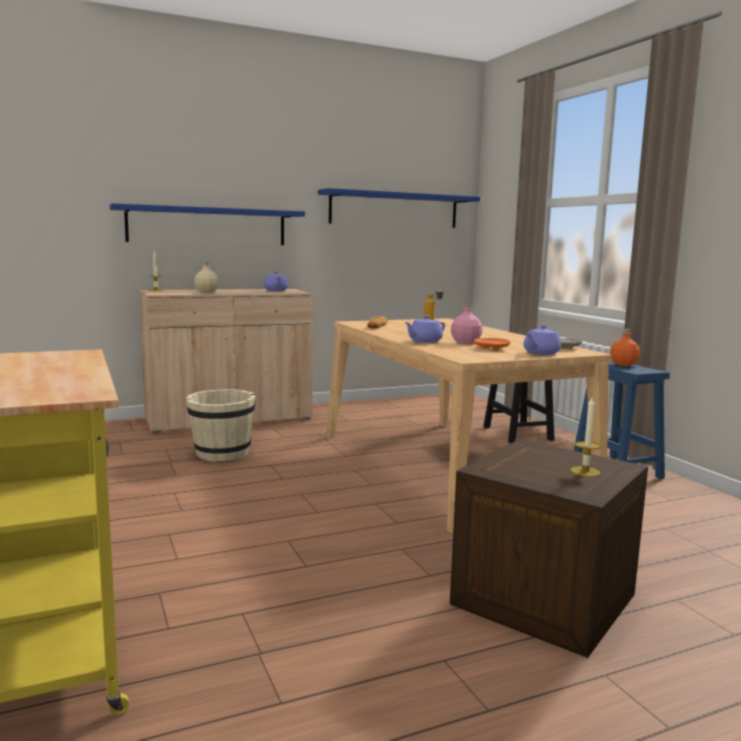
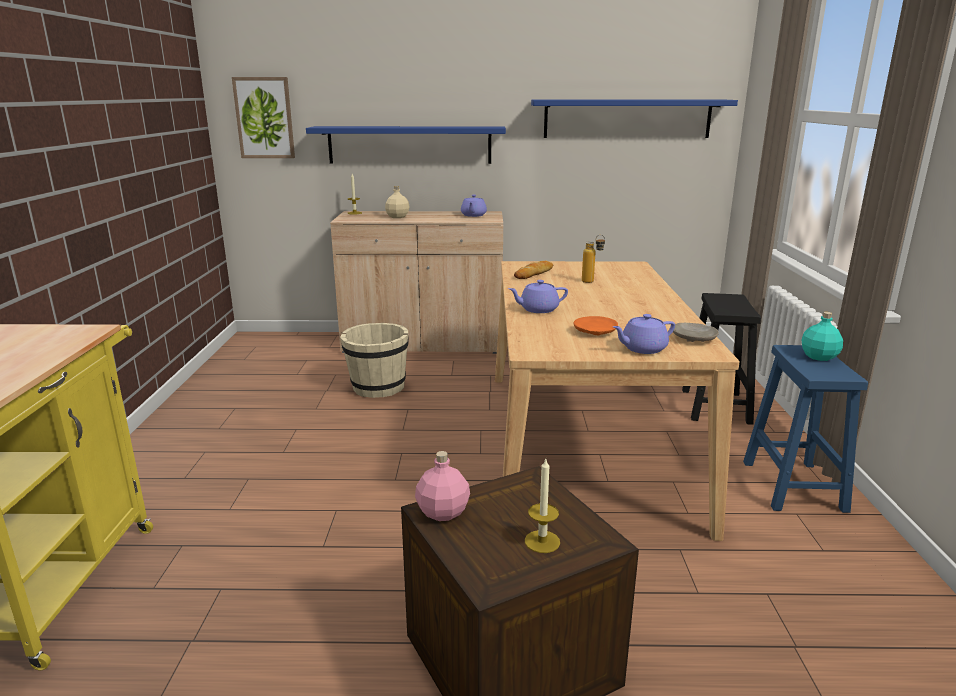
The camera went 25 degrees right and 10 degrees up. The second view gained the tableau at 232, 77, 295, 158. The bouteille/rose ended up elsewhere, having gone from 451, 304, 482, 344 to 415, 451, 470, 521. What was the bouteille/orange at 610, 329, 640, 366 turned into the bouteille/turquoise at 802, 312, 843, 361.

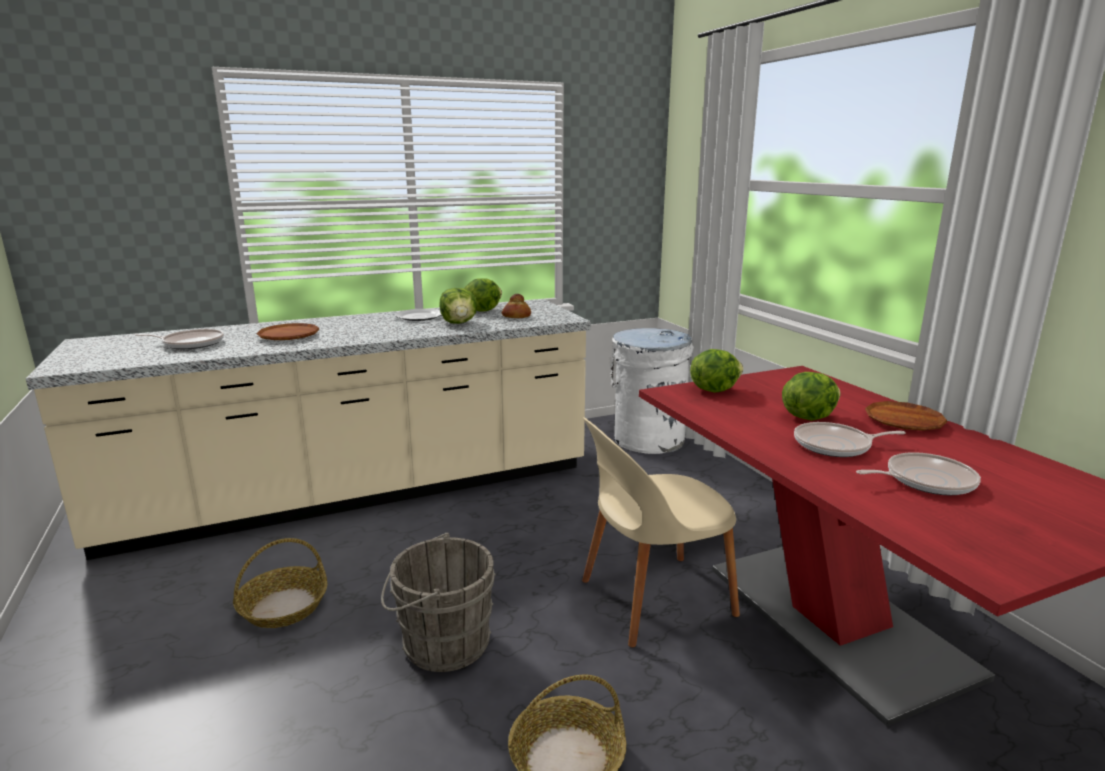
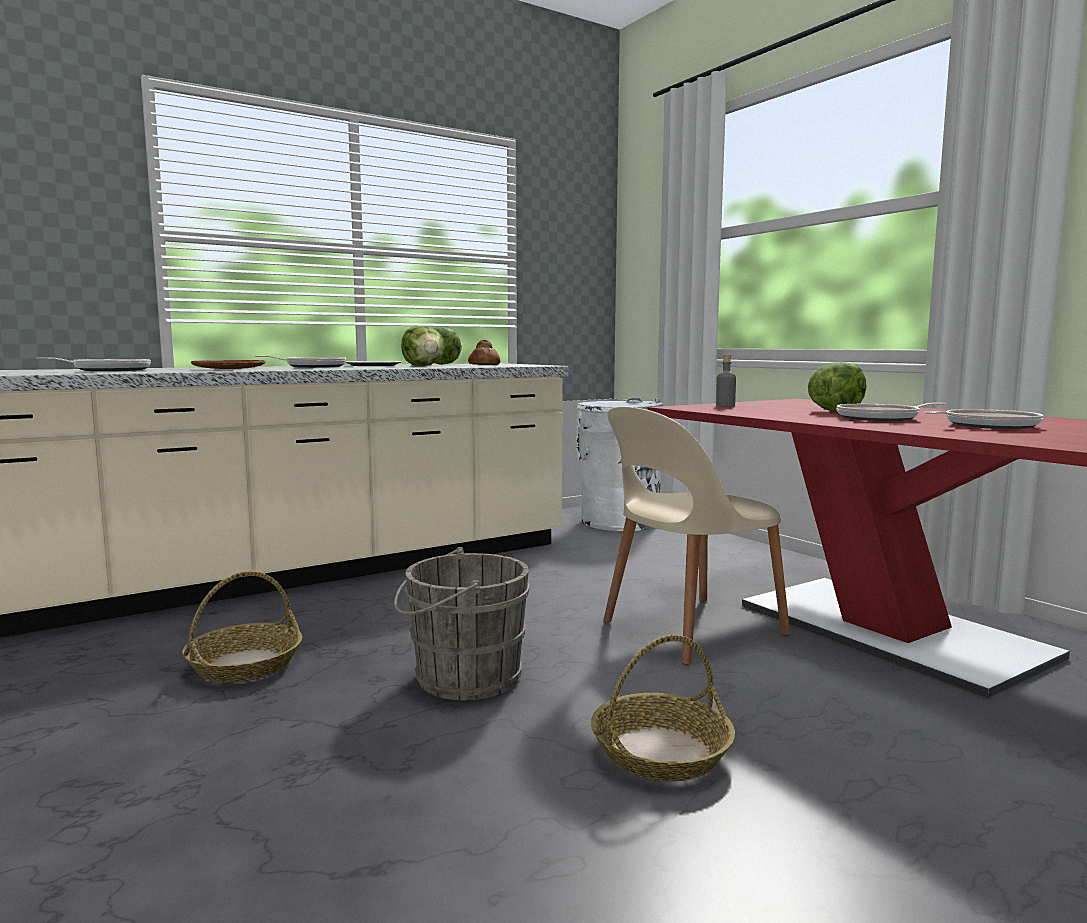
The camera went 10 degrees left and 10 degrees down. The second view gained the poêle at 255, 356, 346, 368. Where the laitue stood at 690, 349, 743, 393, the bouteille/gris came to stand at 716, 355, 736, 406. The second view lost the assiette/marron at 865, 401, 948, 431.

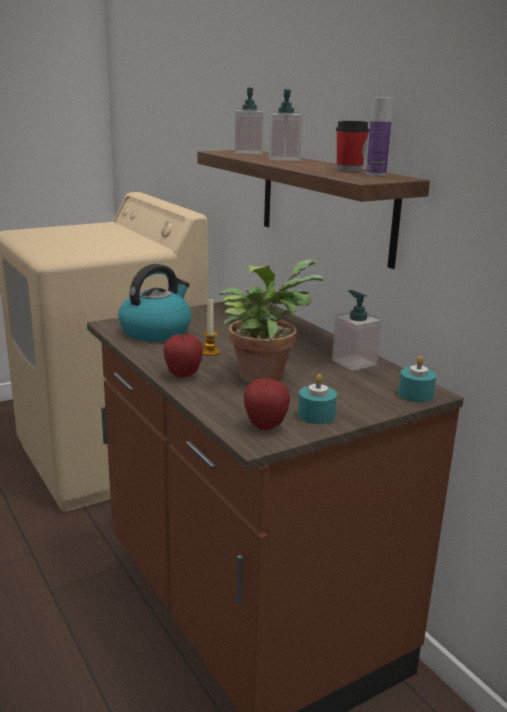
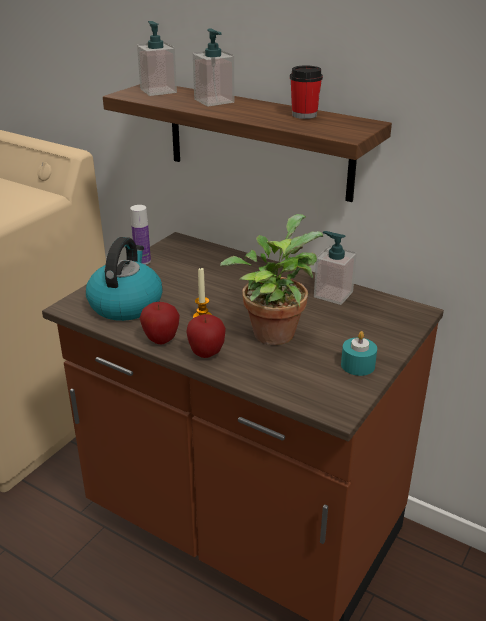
The camera went 25 degrees left and 10 degrees up. The bouteille ended up elsewhere, having gone from 366, 97, 393, 176 to 130, 205, 151, 265. The pomme ended up elsewhere, having gone from 244, 378, 290, 430 to 139, 302, 180, 345. The second view lost the bougie/turquoise at 398, 356, 436, 402.

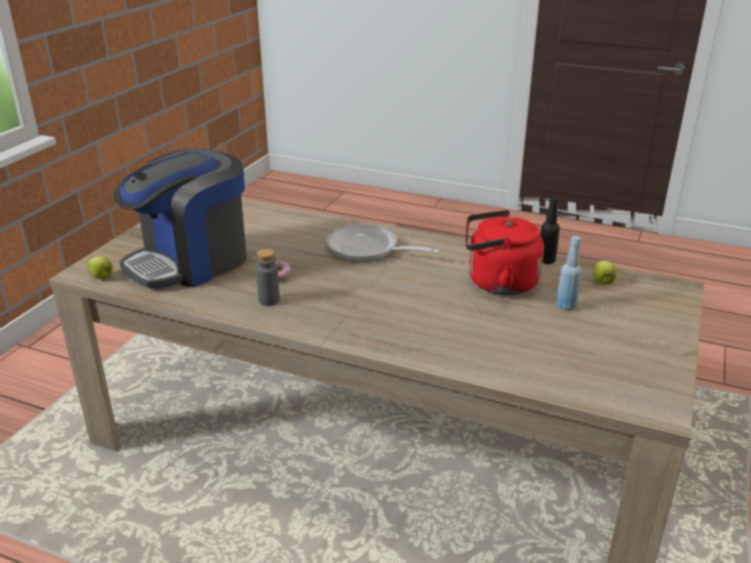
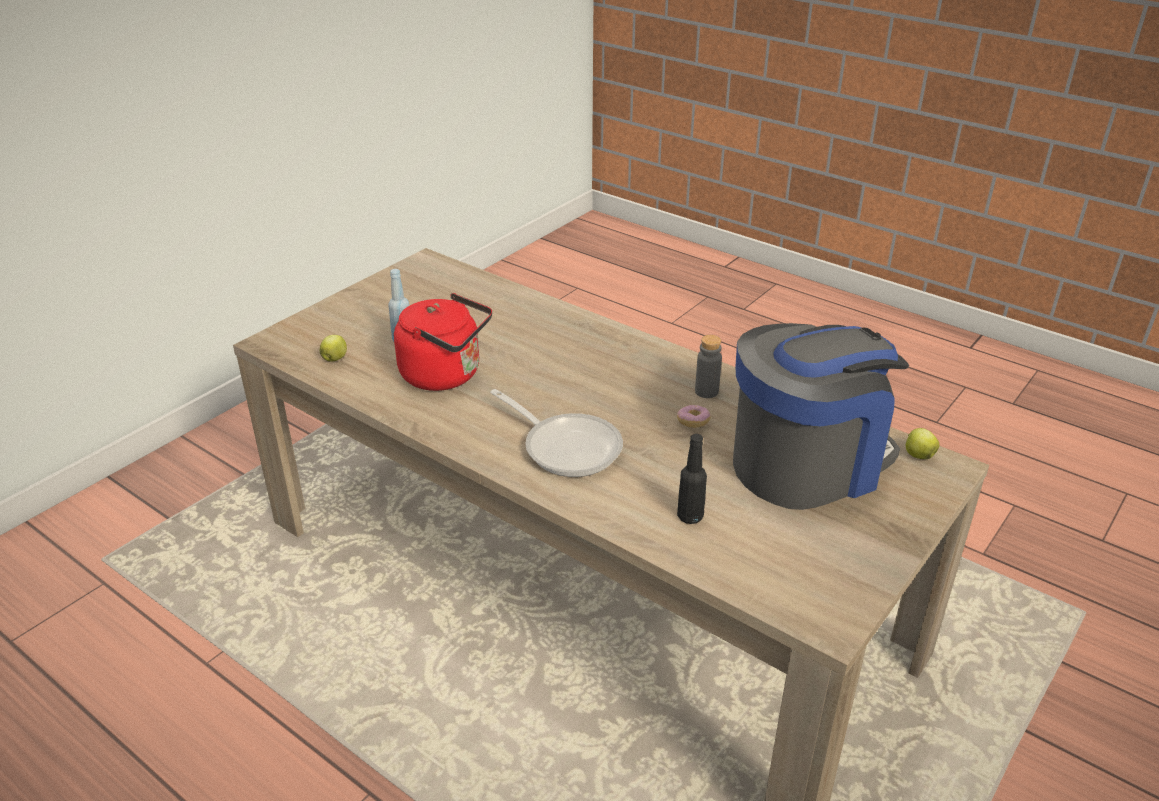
The camera went 165 degrees left and 5 degrees up. The bouteille/noir ended up elsewhere, having gone from 540, 196, 560, 264 to 677, 434, 707, 524.

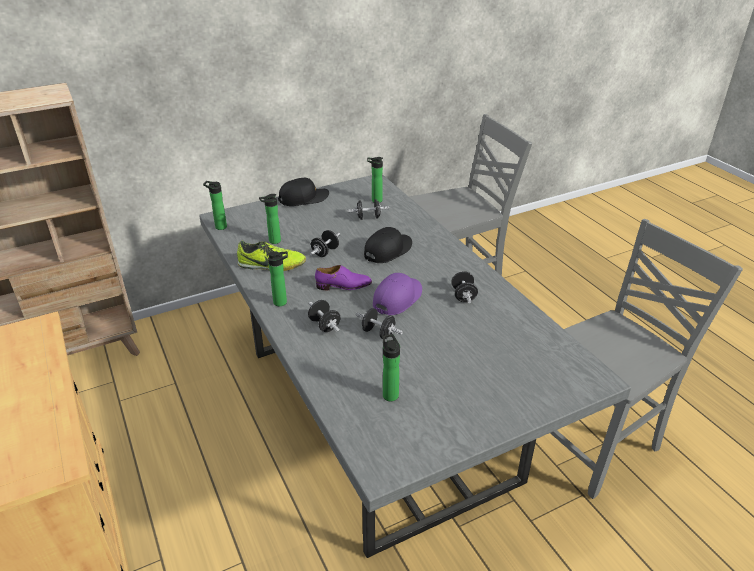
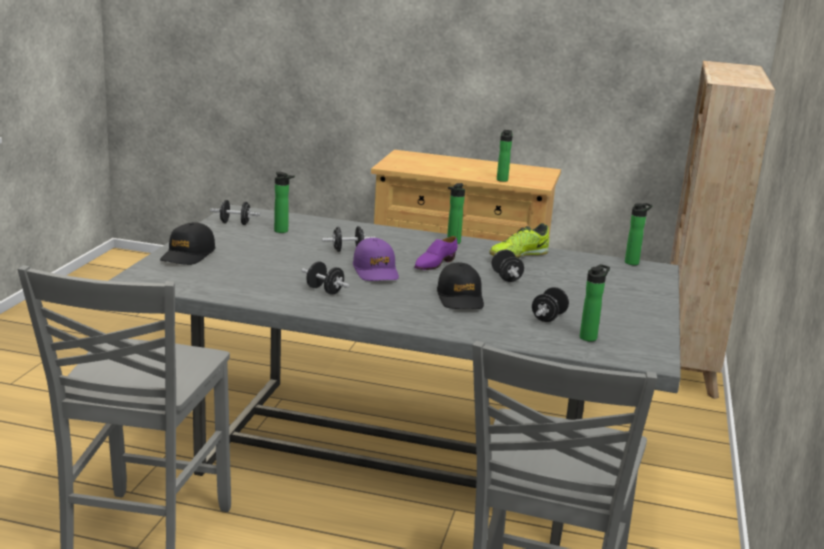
The camera went 130 degrees right and 15 degrees down. The casquette/noir ended up elsewhere, having gone from 278, 178, 329, 206 to 160, 222, 215, 265. The haltère/noir ended up elsewhere, having gone from 308, 300, 341, 332 to 210, 200, 261, 225. The bouteille ended up elsewhere, having gone from 259, 194, 281, 244 to 497, 130, 513, 182.

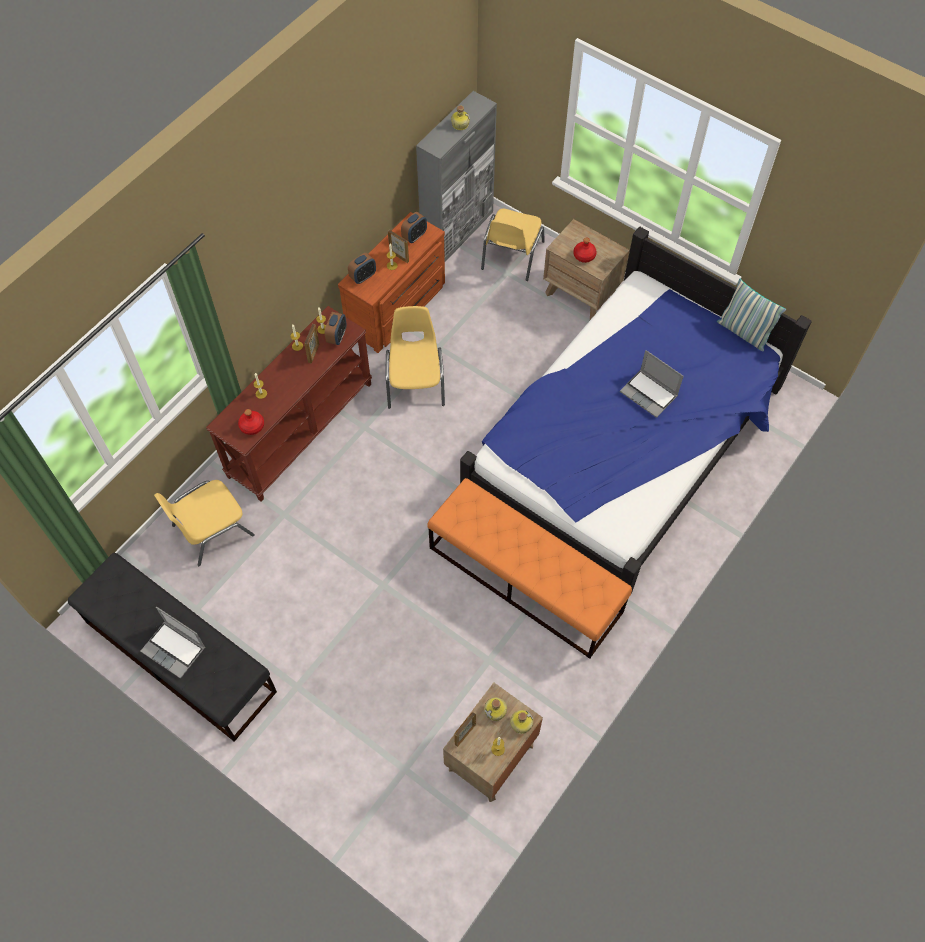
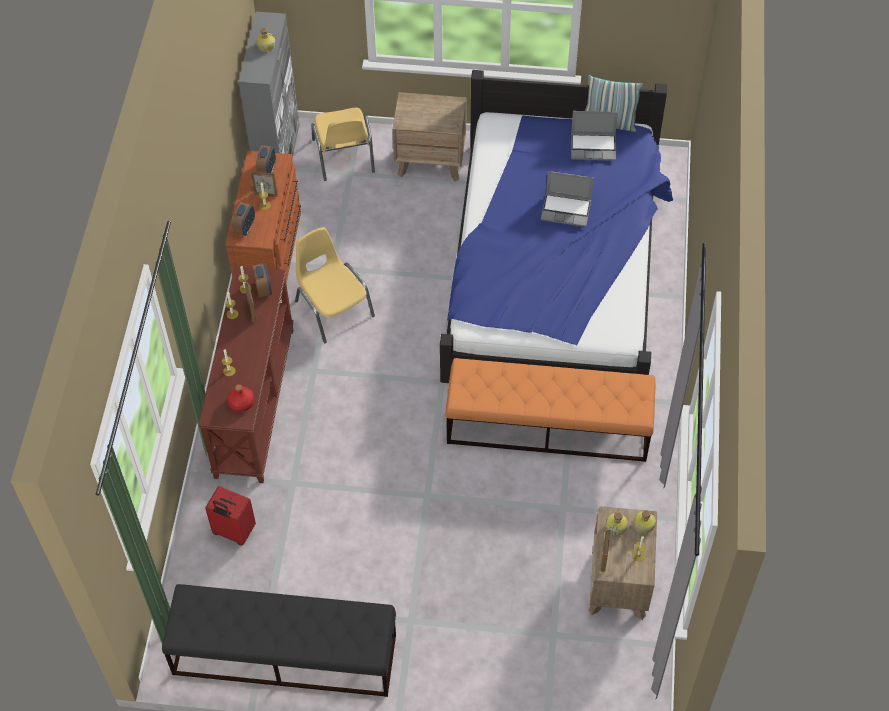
The camera went 30 degrees left and 5 degrees down. Where the chaise/jaune stood at 154, 480, 255, 566, the valise/rouge came to stand at 205, 486, 256, 545. The ordinateur portable ended up elsewhere, having gone from 141, 607, 205, 679 to 571, 111, 618, 161. The second view lost the bouteille/rouge at 573, 238, 597, 263.

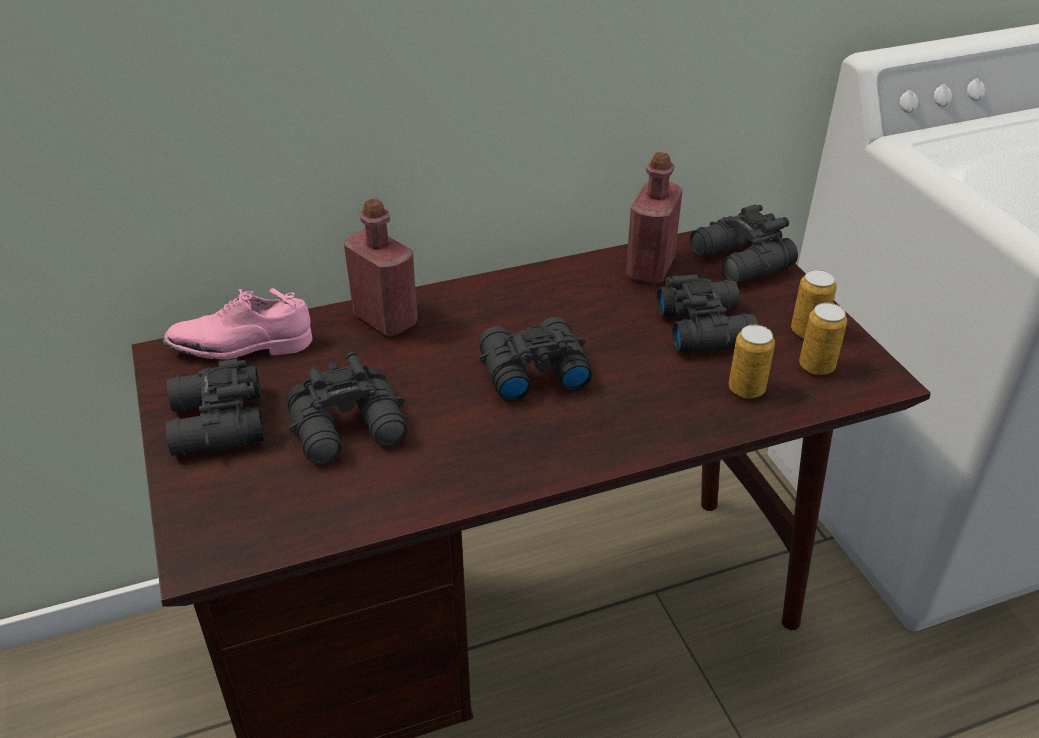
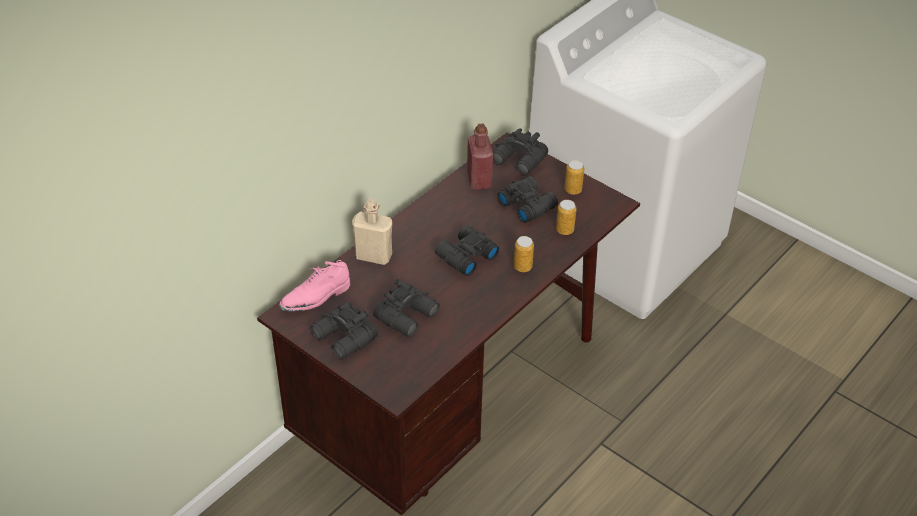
The camera went 30 degrees left and 5 degrees up. What was the bouteille/rouge at 344, 199, 418, 337 turned into the bouteille/beige at 352, 198, 392, 265. The boîte métallique ended up elsewhere, having gone from 799, 303, 847, 375 to 514, 236, 534, 272.

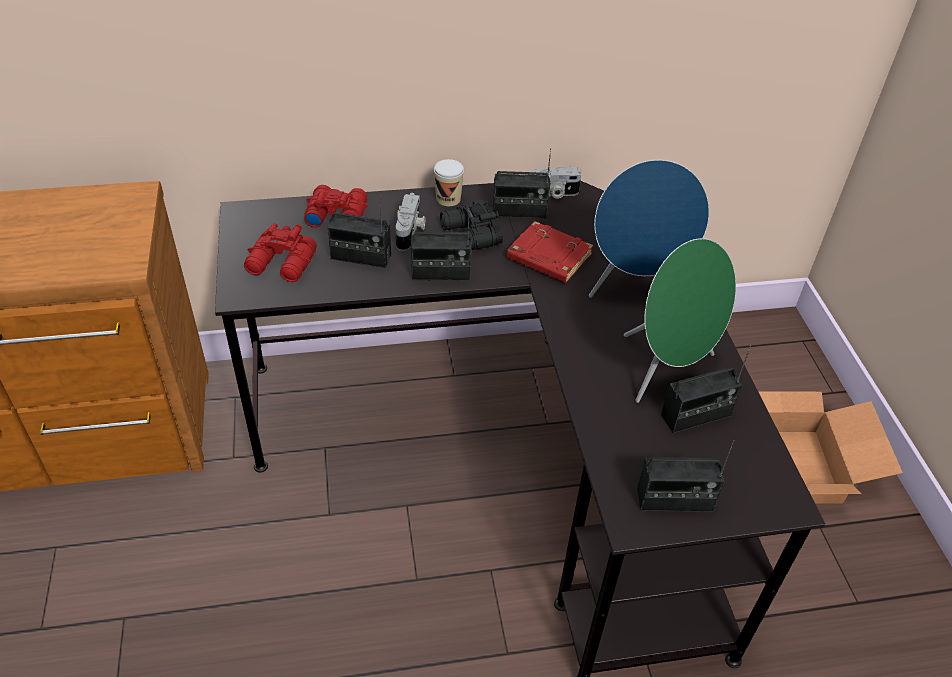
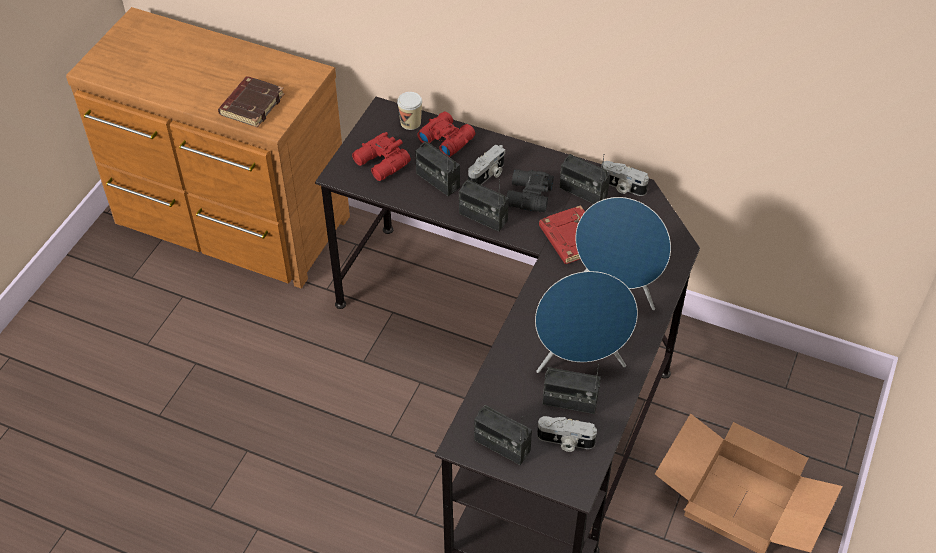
The camera went 35 degrees right and 5 degrees up. The second view gained the livre/marron at 218, 76, 284, 127. The tasse ended up elsewhere, having gone from 434, 159, 464, 206 to 397, 92, 422, 130. What was the enceinte/vert at 624, 238, 736, 403 turned into the enceinte/bleu at 535, 271, 638, 373. The second view gained the appareil photo at 537, 416, 597, 452.

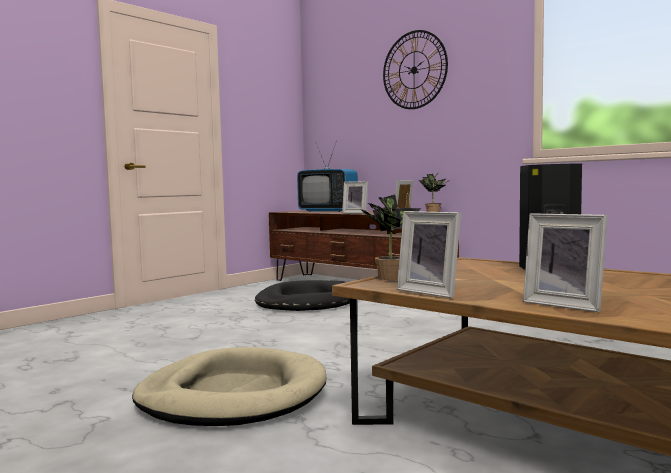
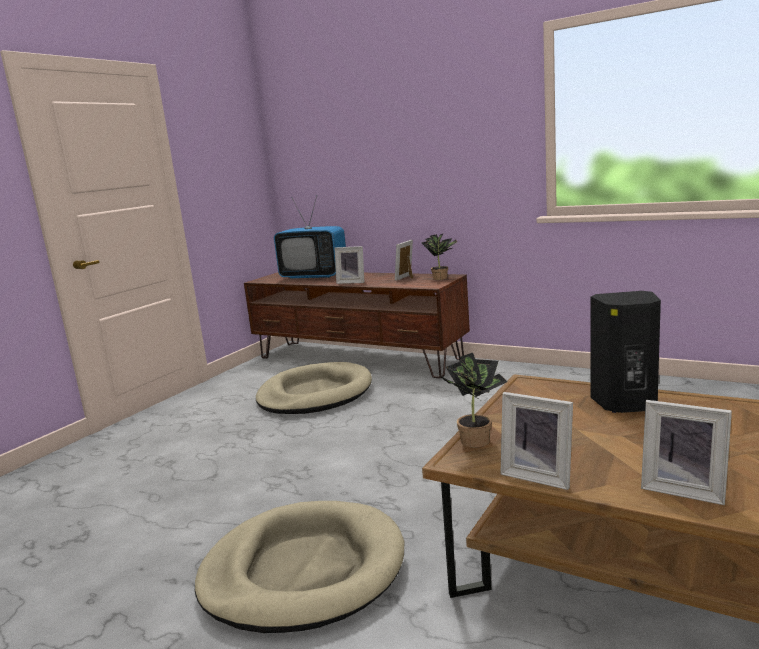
The camera went 10 degrees left and 10 degrees up. What was the panier pour chien/noir at 255, 280, 350, 311 turned into the panier pour chien/beige at 256, 362, 372, 414. The second view lost the horloge murale at 383, 30, 448, 109.

